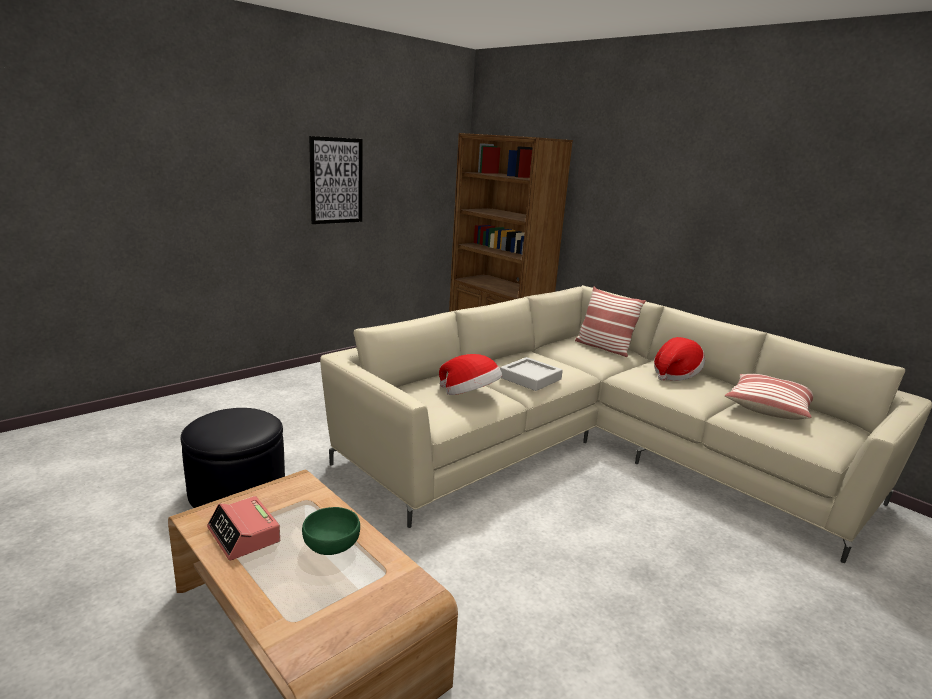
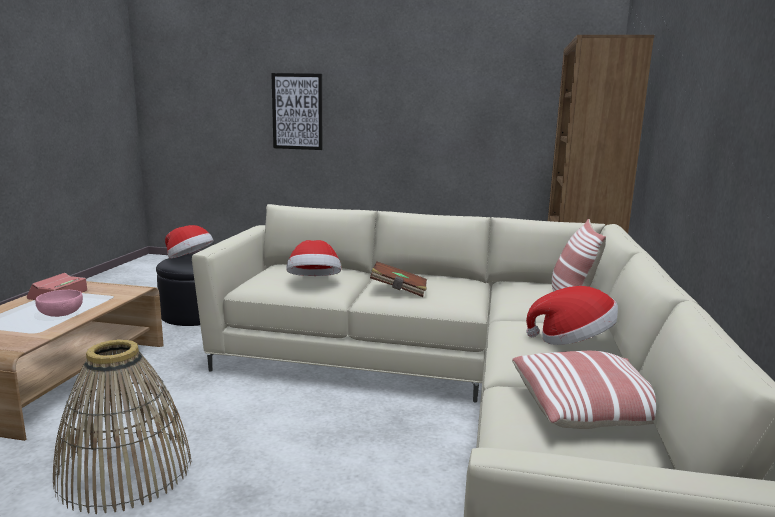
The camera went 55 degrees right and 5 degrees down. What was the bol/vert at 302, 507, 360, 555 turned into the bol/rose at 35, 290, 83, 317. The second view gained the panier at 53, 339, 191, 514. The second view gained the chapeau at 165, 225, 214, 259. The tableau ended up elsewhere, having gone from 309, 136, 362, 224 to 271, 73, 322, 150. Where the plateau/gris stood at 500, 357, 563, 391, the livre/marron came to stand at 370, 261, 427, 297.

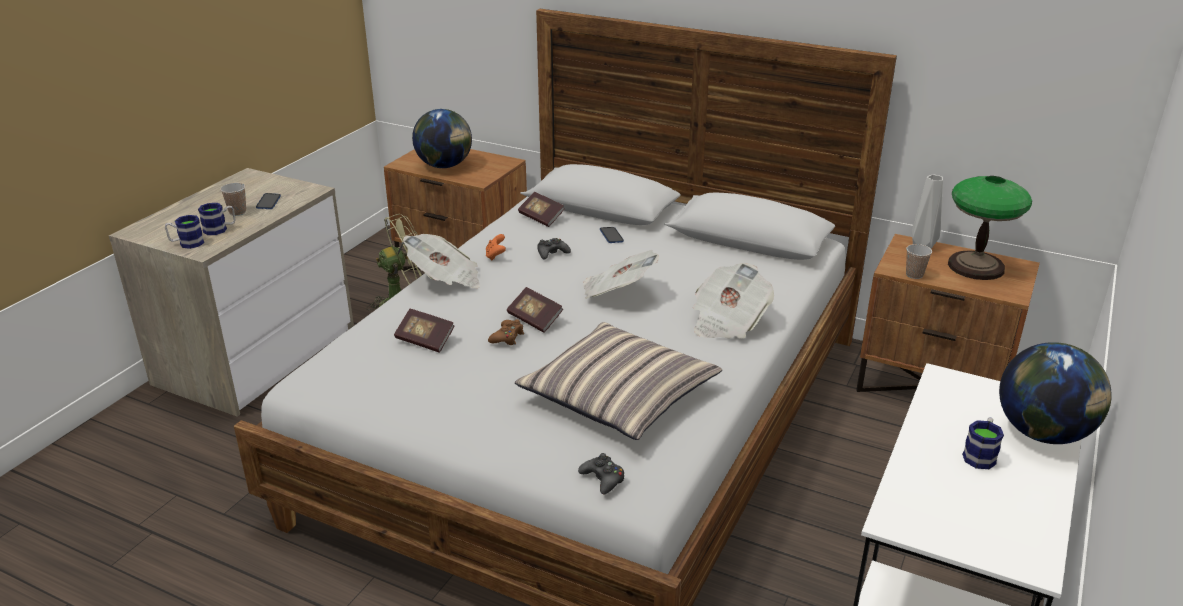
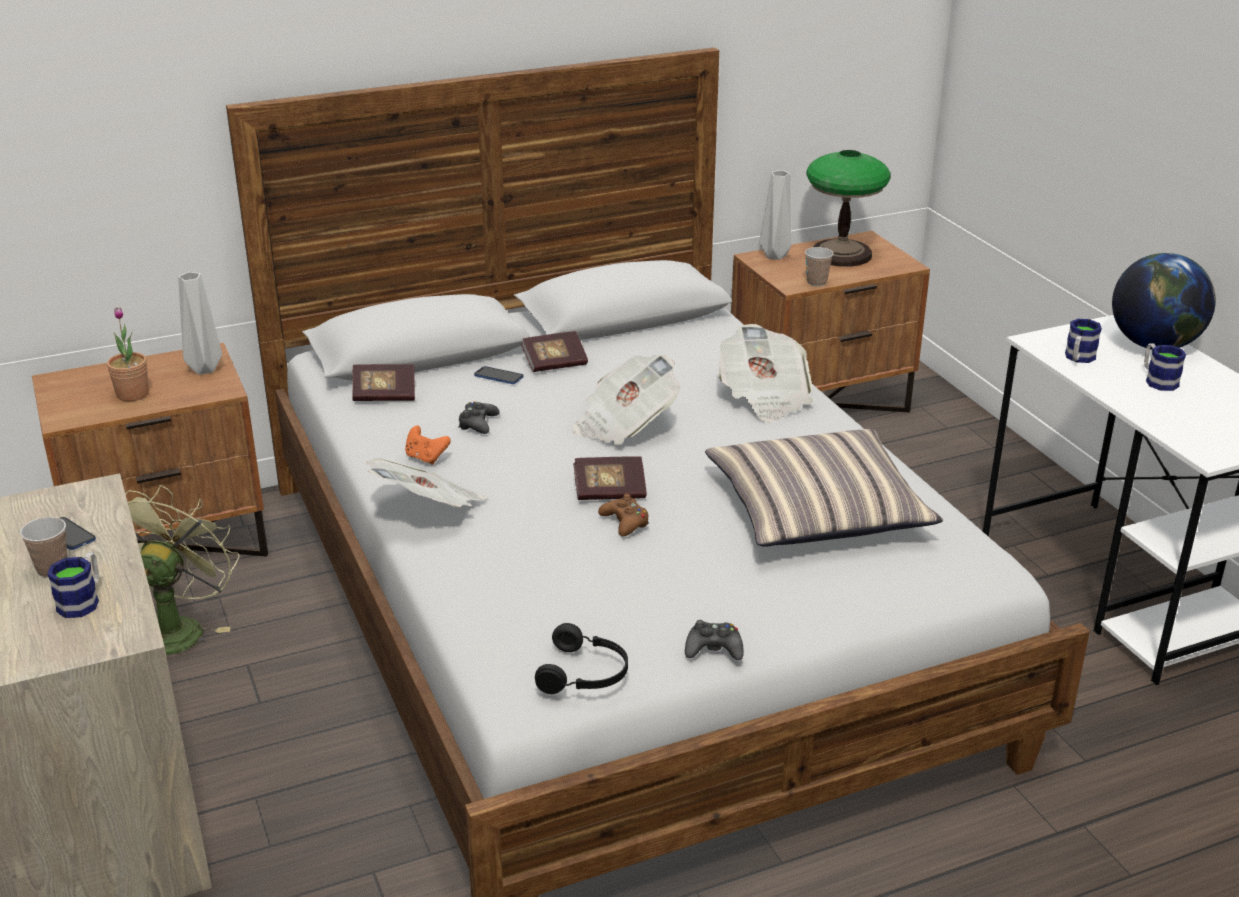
The camera went 50 degrees left and 0 degrees up. Where the globe stood at 412, 109, 472, 168, the plante en pot came to stand at 107, 307, 149, 401. The second view gained the vase/gris at 178, 272, 222, 375. The livre ended up elsewhere, having gone from 394, 309, 454, 353 to 521, 331, 588, 372. The second view gained the casque audio/noir at 535, 623, 628, 694. The manette/noir ended up elsewhere, having gone from 578, 453, 625, 495 to 685, 620, 744, 660. The mug ended up elsewhere, having gone from 165, 215, 205, 249 to 1065, 319, 1102, 363.

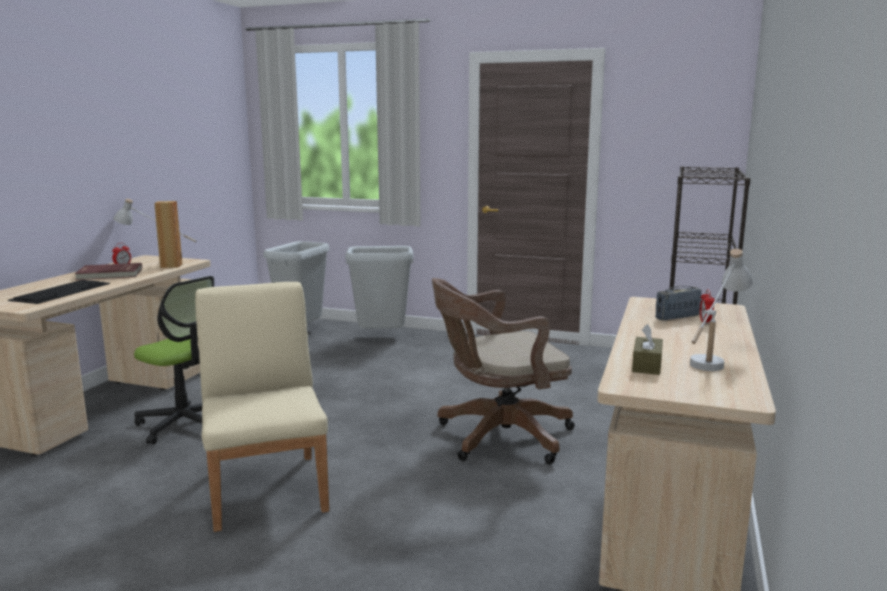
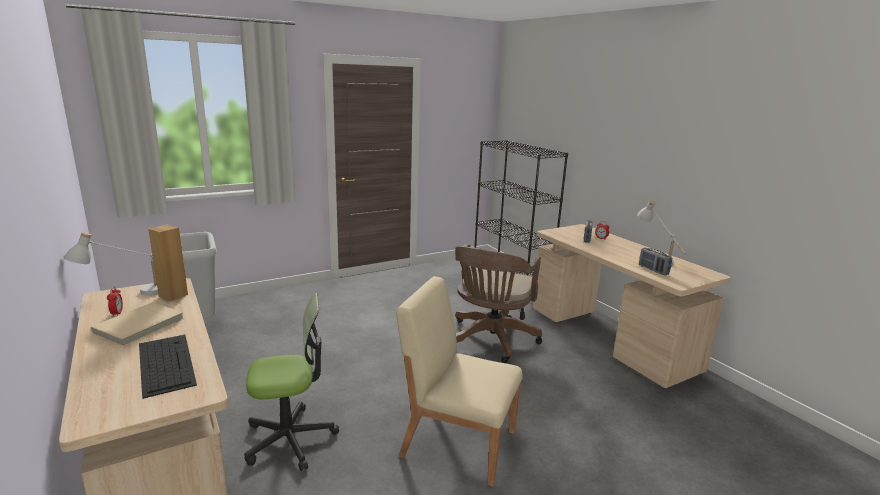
The camera went 50 degrees left and 5 degrees up. What was the livre/rouge at 75, 263, 142, 280 turned into the livre/beige at 90, 302, 183, 346. Where the boîte à mouchoirs/marron stood at 632, 324, 663, 375, the radio came to stand at 639, 248, 672, 275. The second view lost the poubelle/gris at 345, 246, 414, 329.

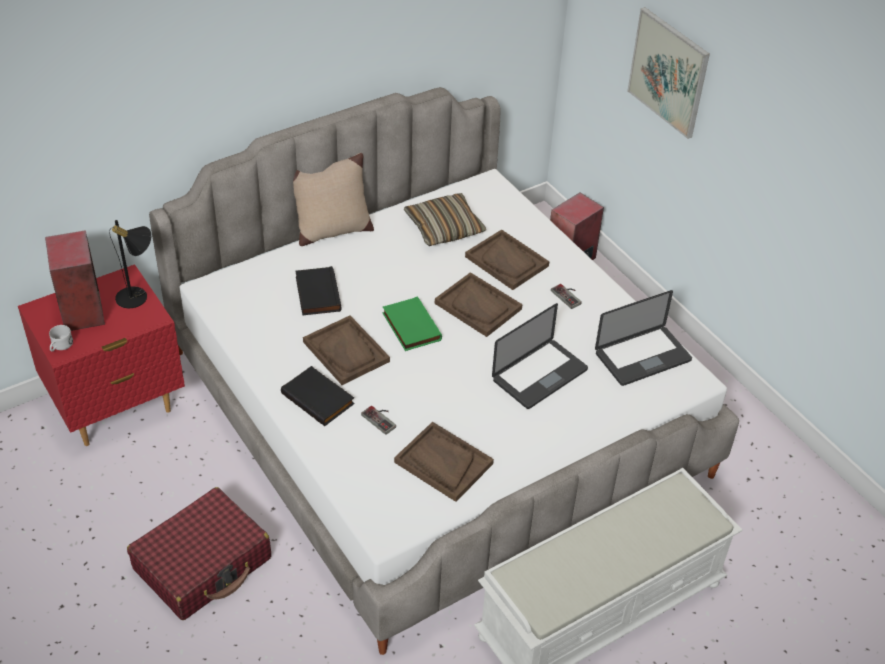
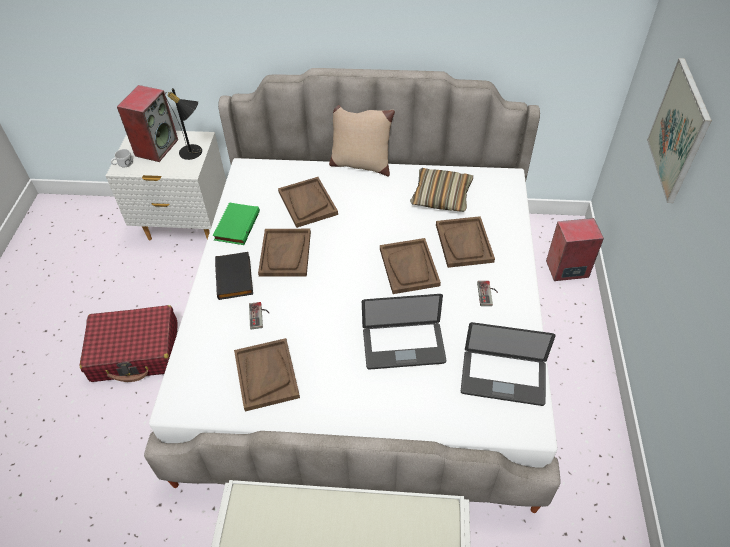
The camera went 40 degrees right and 5 degrees up. What was the table de chevet/rouge at 18, 264, 185, 446 turned into the table de chevet/blanc at 106, 131, 226, 240. The livre/vert ended up elsewhere, having gone from 382, 296, 442, 351 to 213, 203, 260, 245. Where the livre/noir stood at 296, 266, 341, 316, the plateau/marron came to stand at 278, 177, 338, 228.

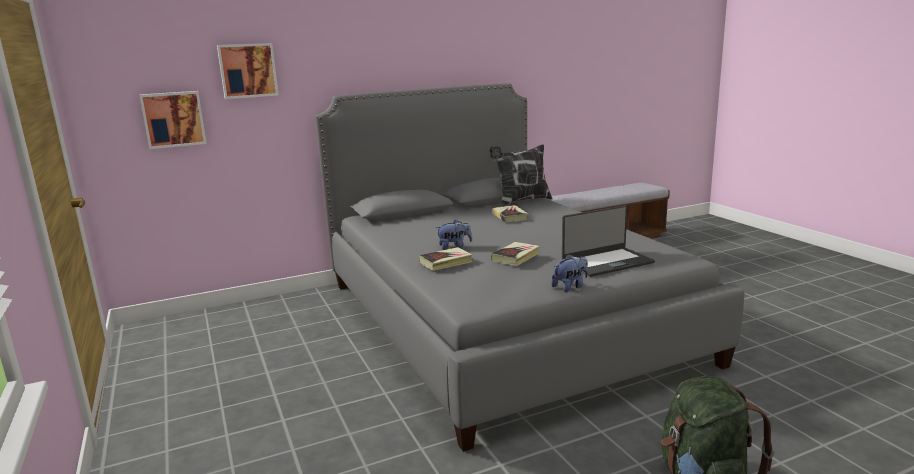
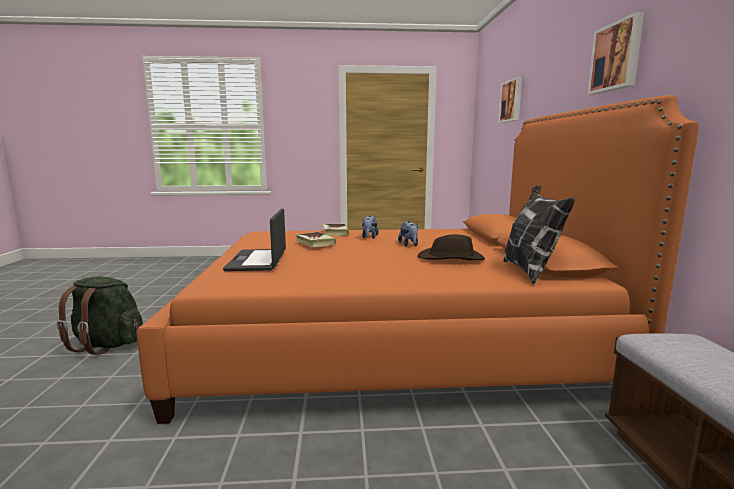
The camera went 110 degrees right and 5 degrees down. What was the lit/gris at 315, 83, 744, 452 turned into the lit/orange at 137, 95, 699, 424. The peluche ended up elsewhere, having gone from 551, 254, 588, 292 to 398, 221, 418, 246. Where the livre stood at 492, 205, 528, 222, the chapeau/marron came to stand at 417, 234, 485, 260. The tableau ended up elsewhere, having gone from 139, 91, 207, 149 to 587, 12, 644, 95.

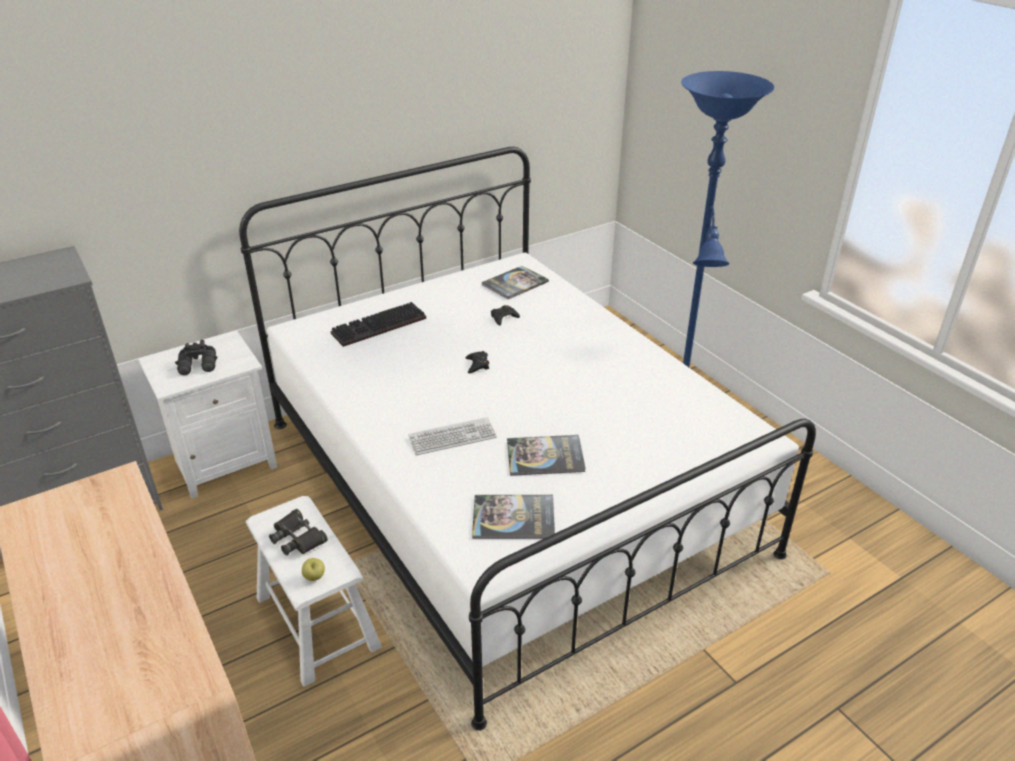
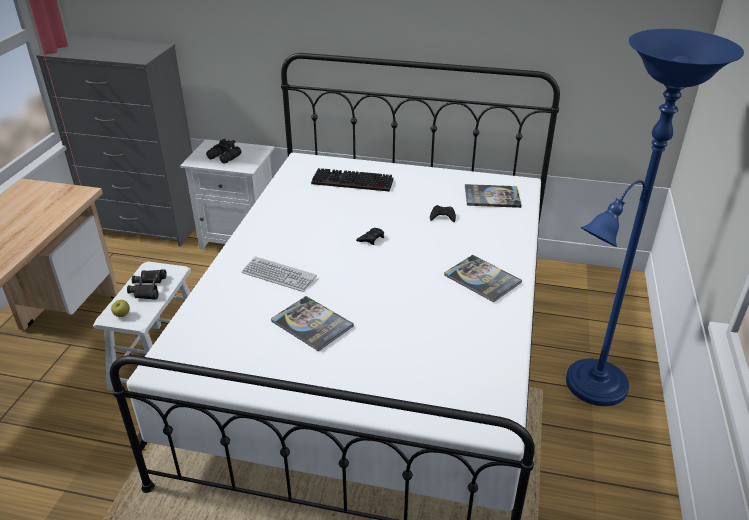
The camera went 45 degrees right and 0 degrees up. The livre ended up elsewhere, having gone from 472, 495, 555, 539 to 444, 255, 522, 302.

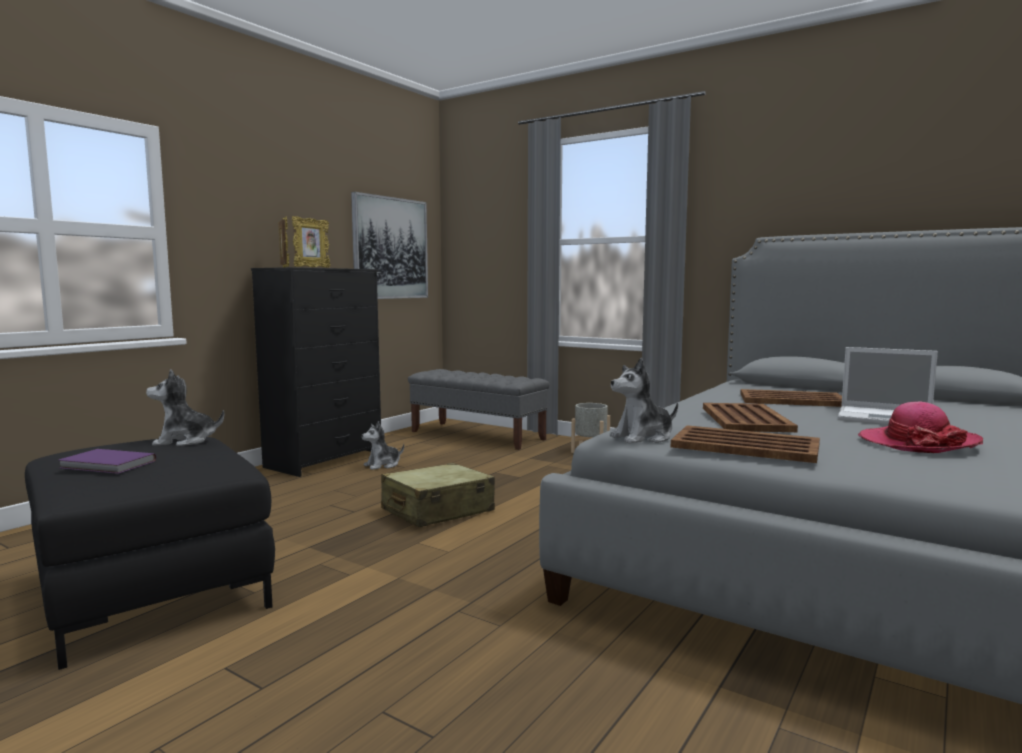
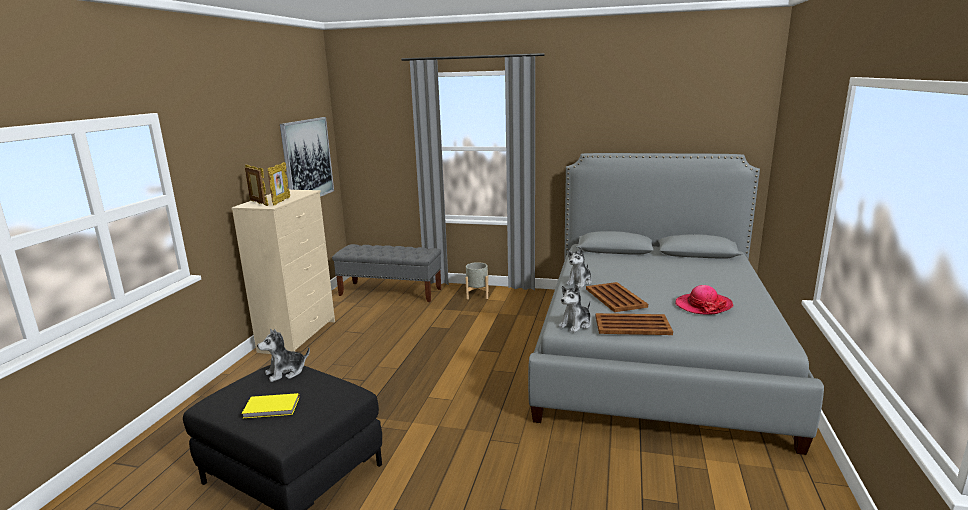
The camera went 20 degrees left and 10 degrees up. What was the commode/noir at 251, 267, 381, 477 turned into the commode/beige at 231, 190, 335, 354. What was the livre/violet at 59, 449, 156, 474 turned into the livre/jaune at 242, 393, 299, 418. The peluche ended up elsewhere, having gone from 362, 421, 404, 470 to 566, 248, 592, 288. The second view lost the valise/beige at 381, 463, 495, 527. The second view lost the plateau/marron at 740, 389, 842, 407. The second view lost the ordinateur portable at 838, 347, 938, 424.

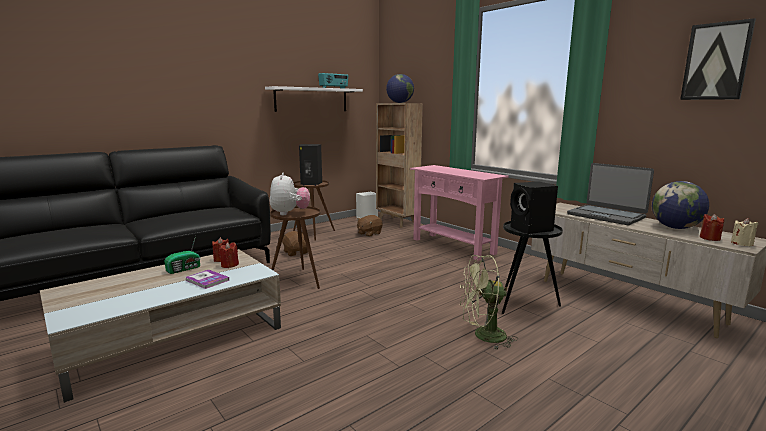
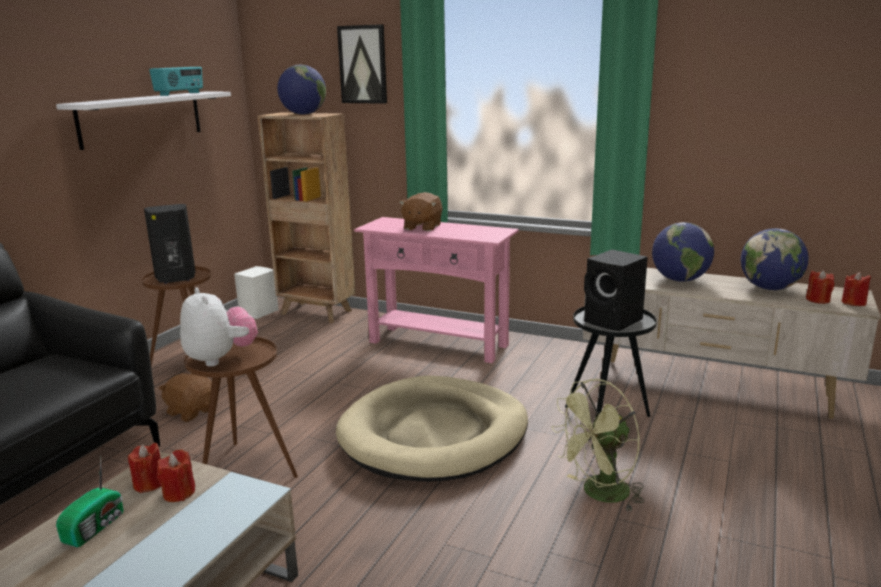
The camera went 25 degrees left and 5 degrees up. The second view gained the panier pour chien/beige at 336, 376, 528, 482. The tableau ended up elsewhere, having gone from 680, 18, 756, 100 to 337, 24, 387, 104. The peluche/marron ended up elsewhere, having gone from 357, 215, 383, 237 to 399, 192, 443, 231. Where the ordinateur portable stood at 567, 163, 654, 225, the globe came to stand at 652, 222, 714, 282. What was the bougie/beige at 731, 218, 758, 246 turned into the bougie/rouge at 841, 272, 871, 306. The second view lost the livre at 185, 270, 229, 289.

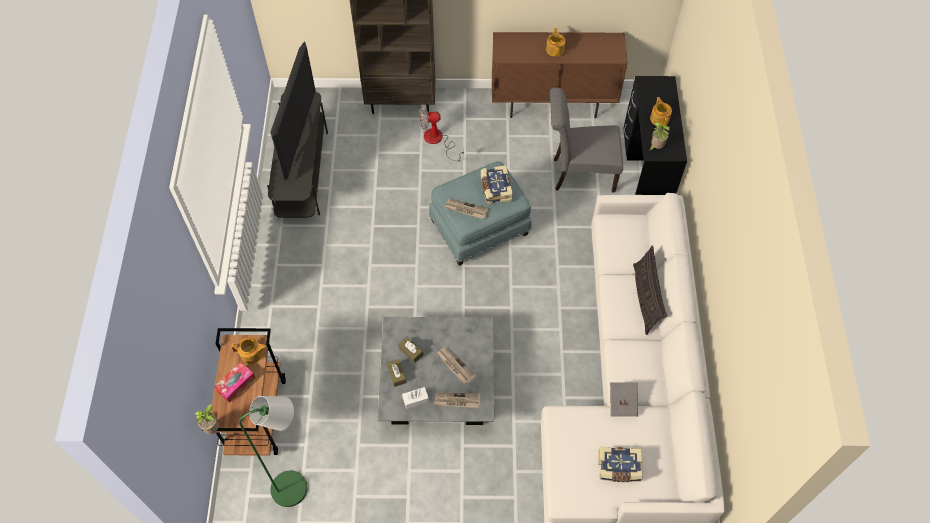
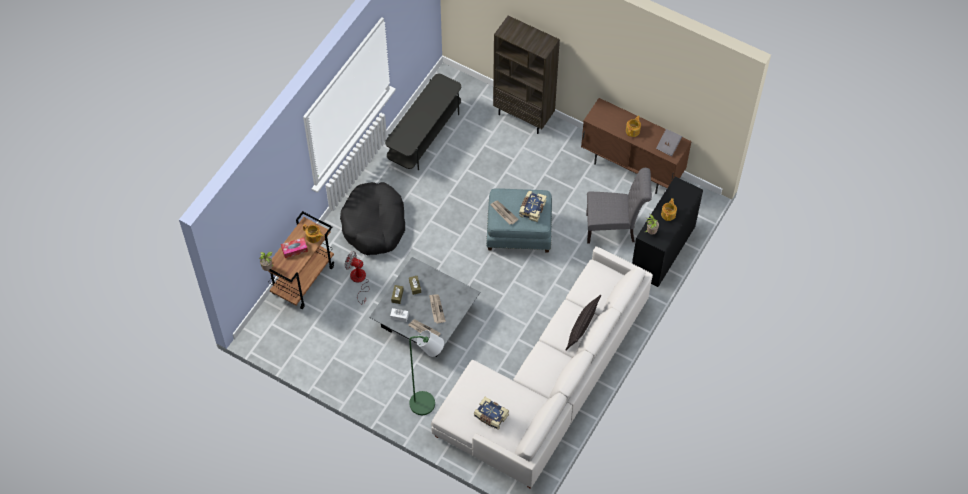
The camera went 30 degrees right and 0 degrees up. The second view gained the panier pour chien/noir at 340, 182, 405, 255. The ventilateur ended up elsewhere, having gone from 420, 106, 464, 161 to 345, 251, 369, 305. The lampadaire/vert ended up elsewhere, having gone from 239, 396, 307, 507 to 409, 330, 444, 415. The chaise/gris at 550, 87, 623, 193 ended up facing another way, 150 degrees clockwise from before. The livre/gris ended up elsewhere, having gone from 610, 382, 638, 416 to 656, 129, 682, 156. The second view lost the téléviseur at 270, 41, 316, 181.

